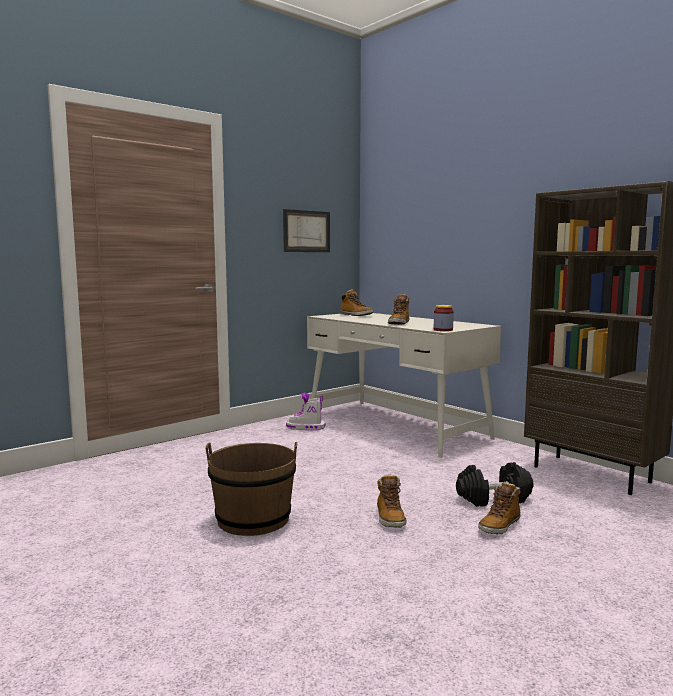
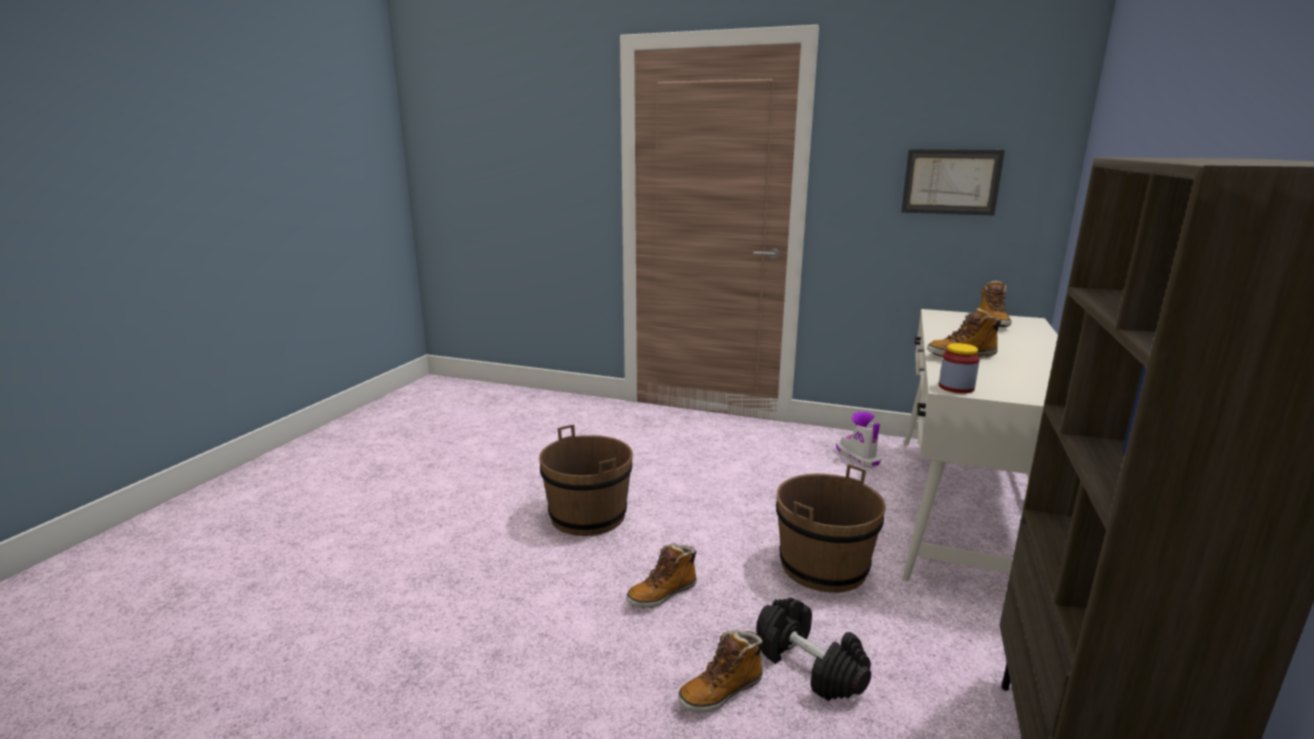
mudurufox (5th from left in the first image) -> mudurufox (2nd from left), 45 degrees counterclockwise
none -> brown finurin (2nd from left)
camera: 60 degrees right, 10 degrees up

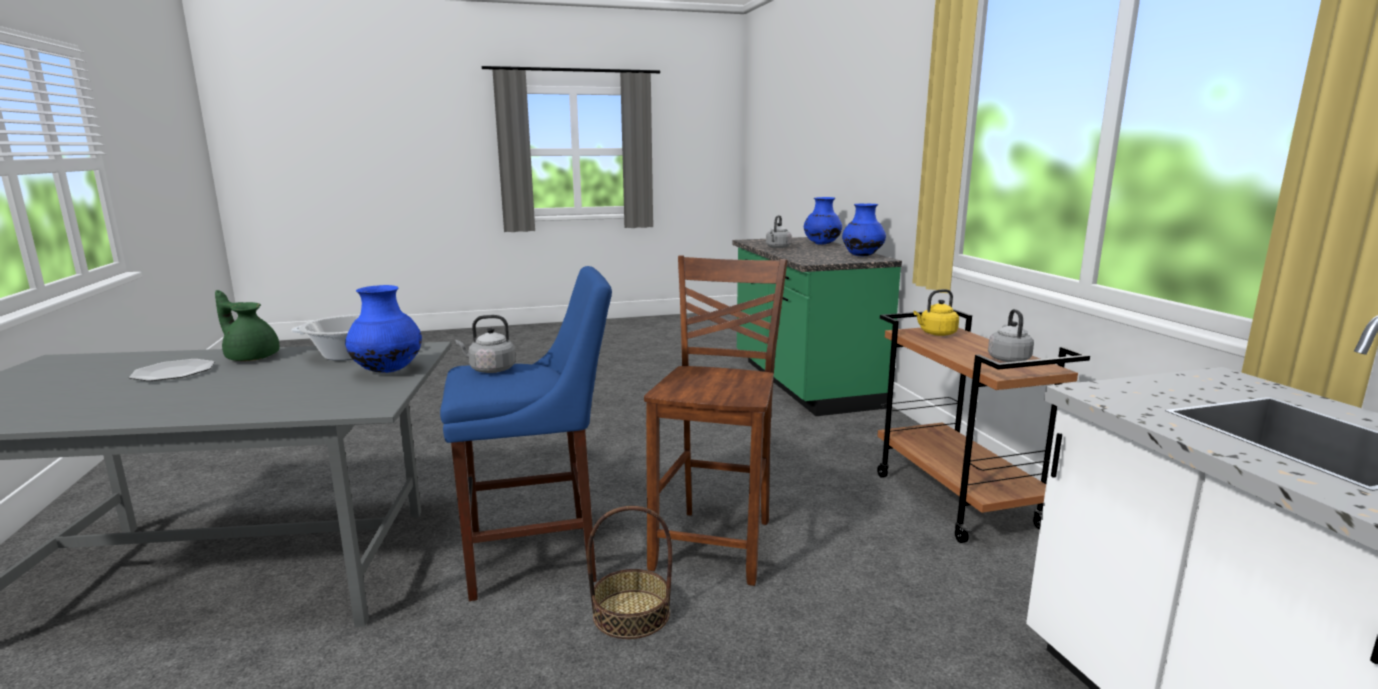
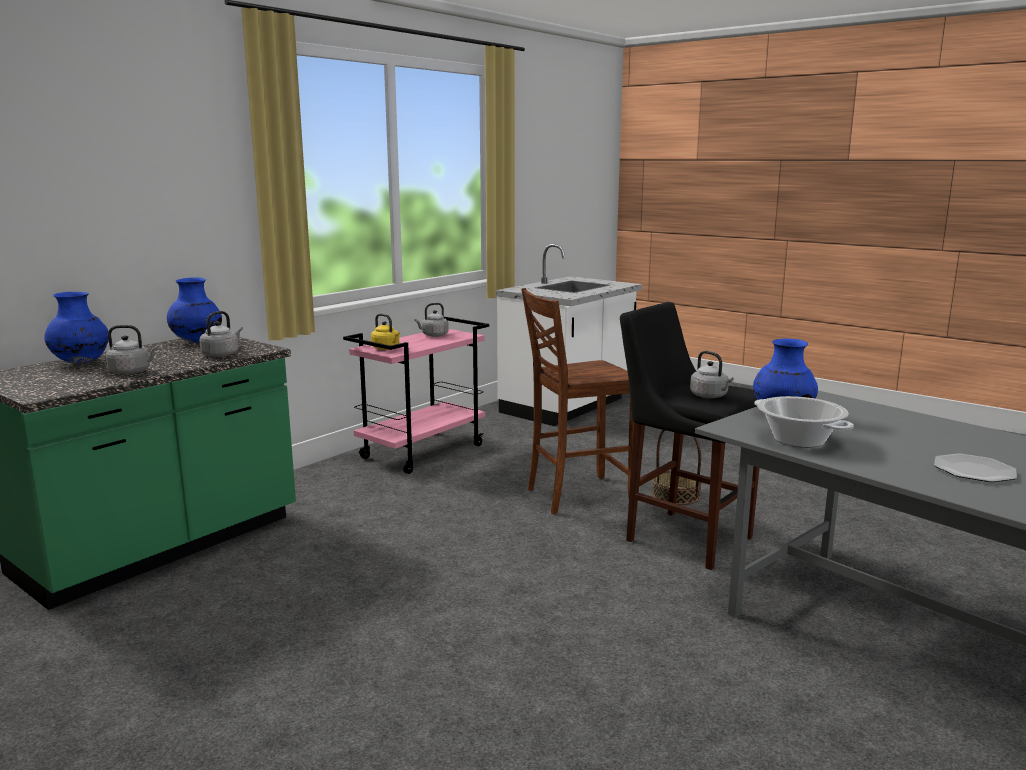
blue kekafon -> black kekafon
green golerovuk -> none
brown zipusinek -> pink zipusinek
none -> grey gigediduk (2nd from left)
camera: 125 degrees left, 0 degrees up

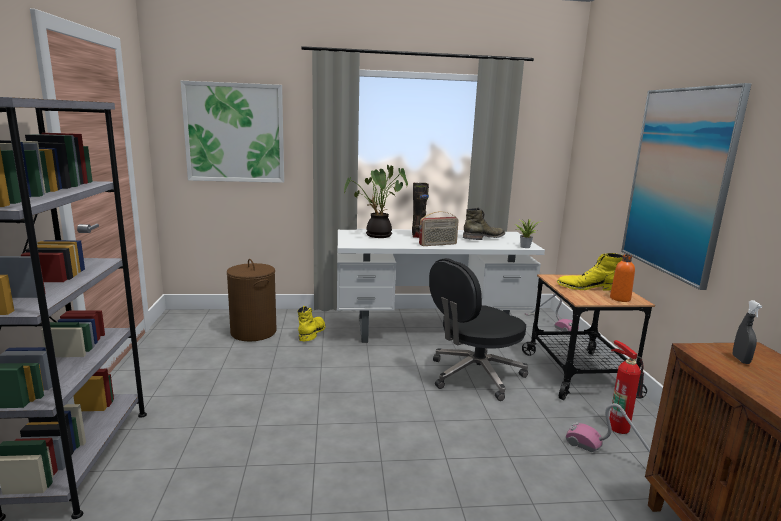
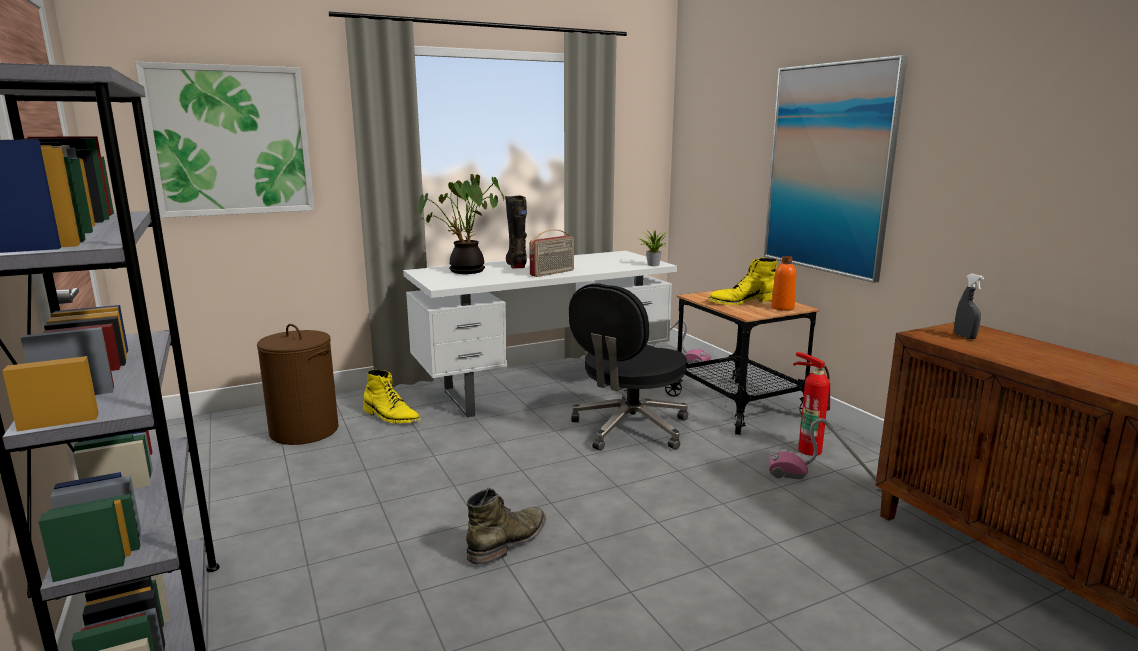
green mudurufox, move
yellow mudurufox (1st from left), 135 degrees clockwise
camera: 20 degrees left, 0 degrees up

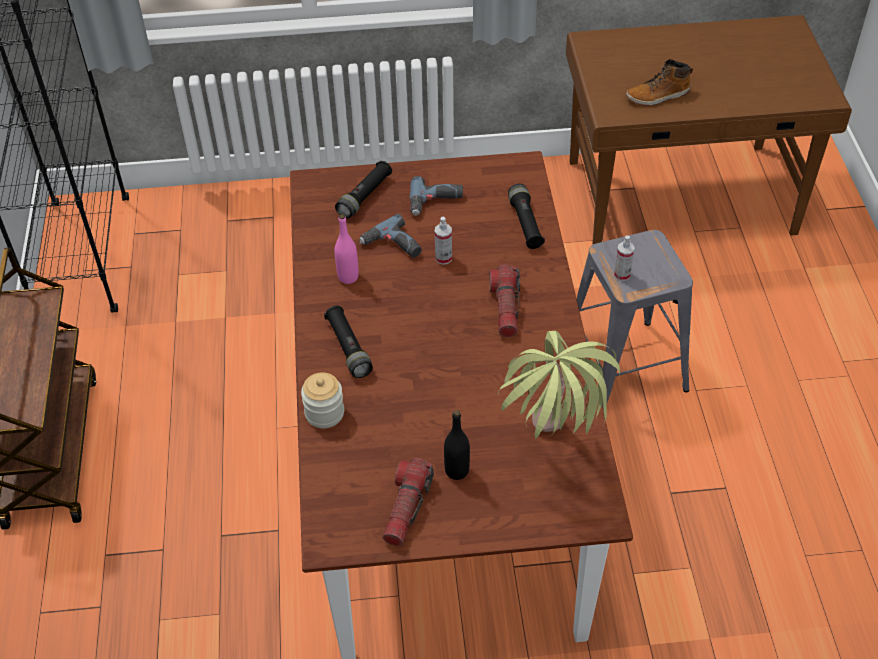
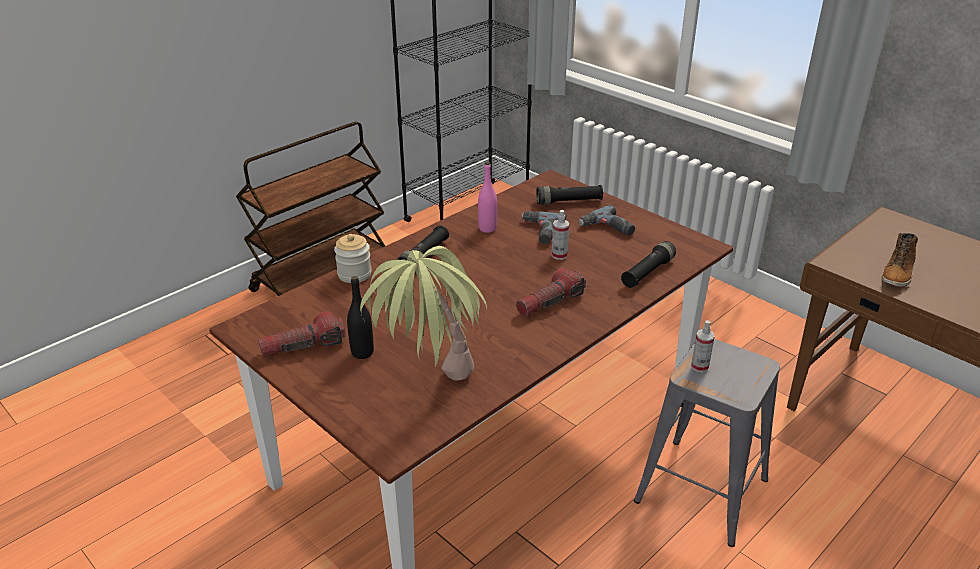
mudurufox, 90 degrees counterclockwise
camera: 50 degrees right, 15 degrees down

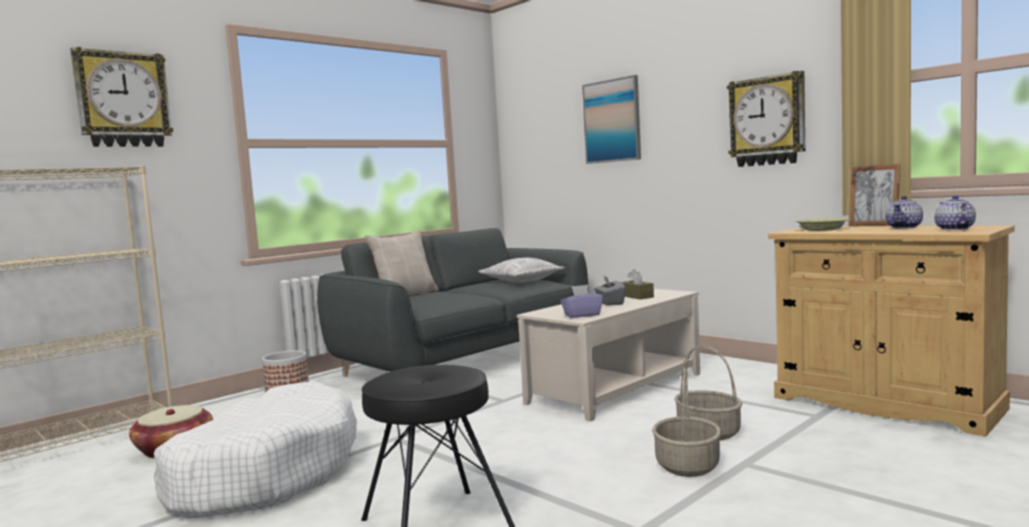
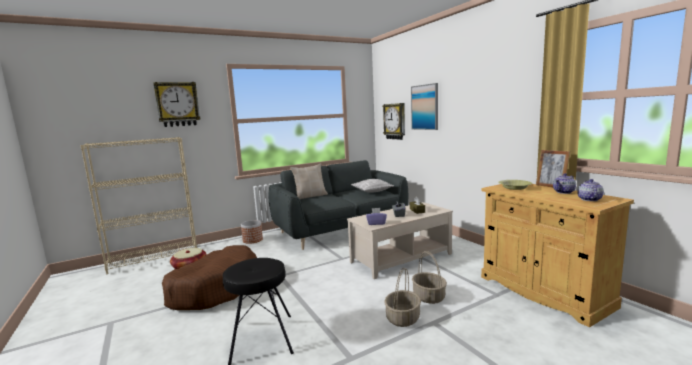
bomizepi (2nd from left), move
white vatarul -> brown vatarul
camera: 15 degrees right, 5 degrees up

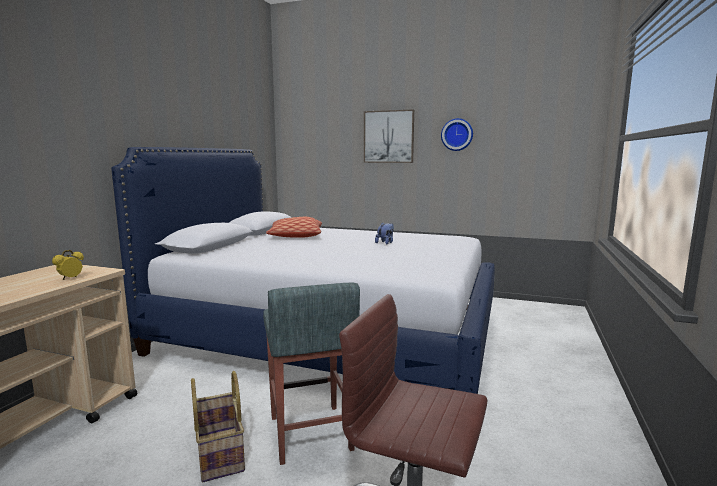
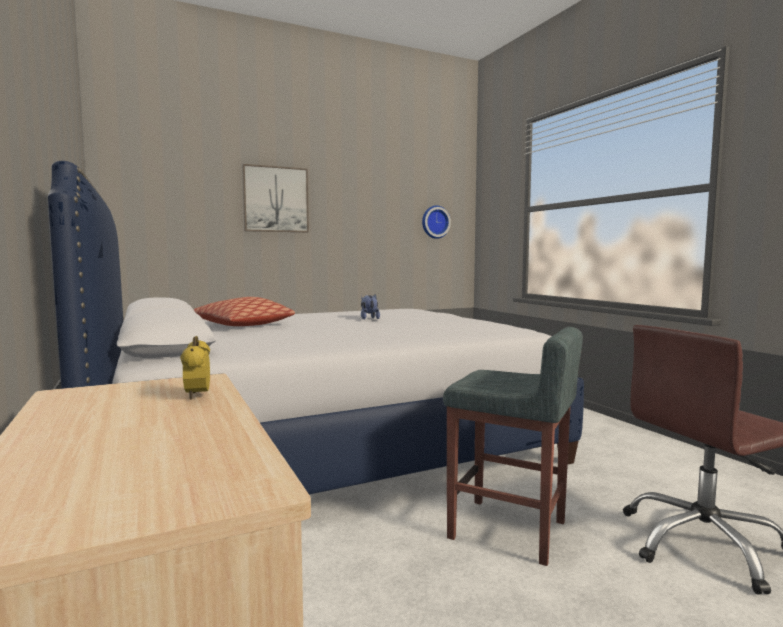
bomizepi, move
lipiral -> none
camera: 45 degrees left, 5 degrees down

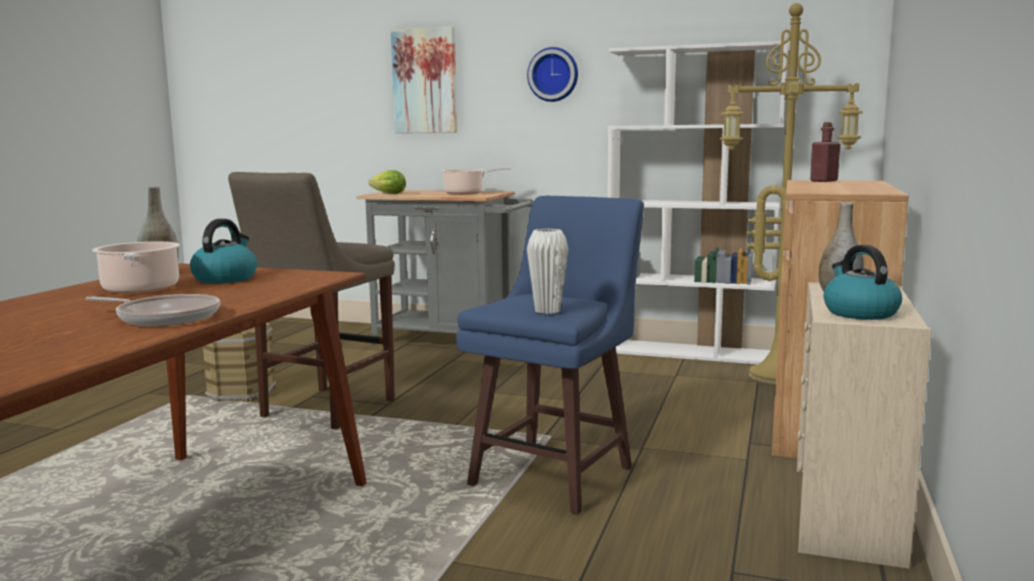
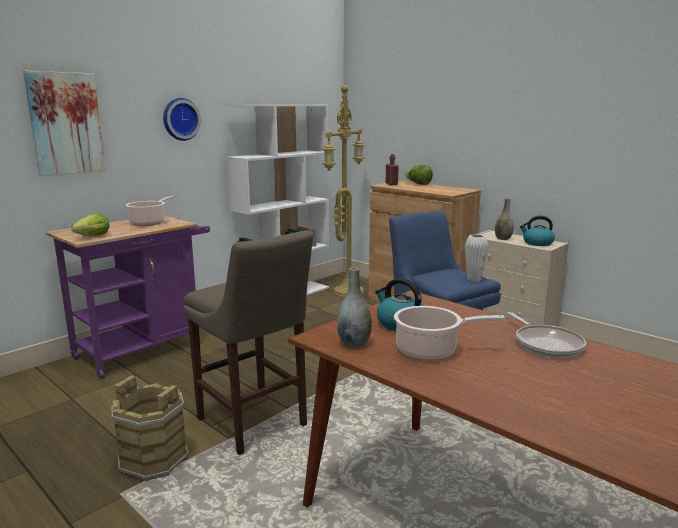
grey zipusinek -> purple zipusinek
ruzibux, 120 degrees clockwise
none -> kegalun (2nd from left)
camera: 65 degrees left, 5 degrees up

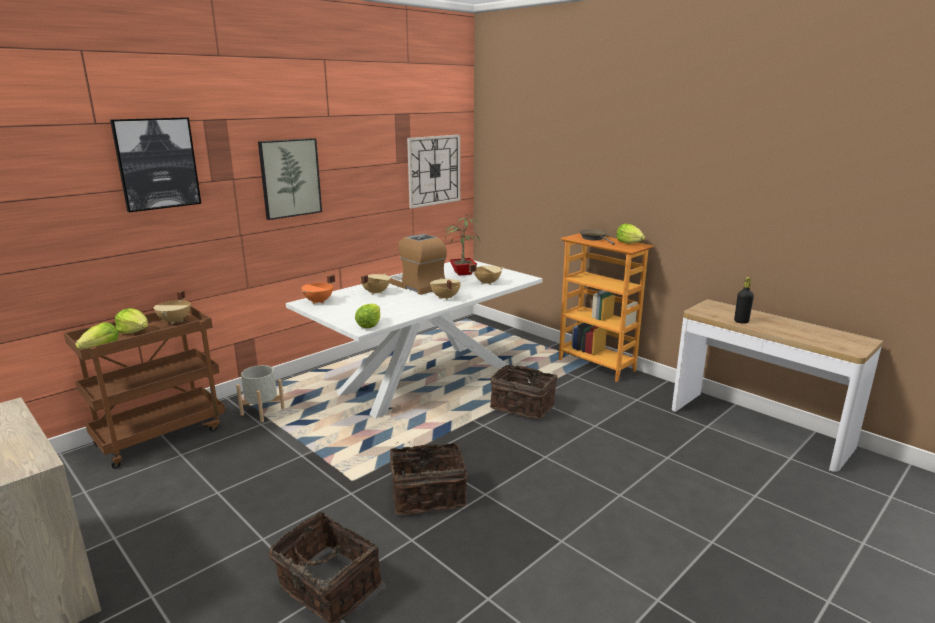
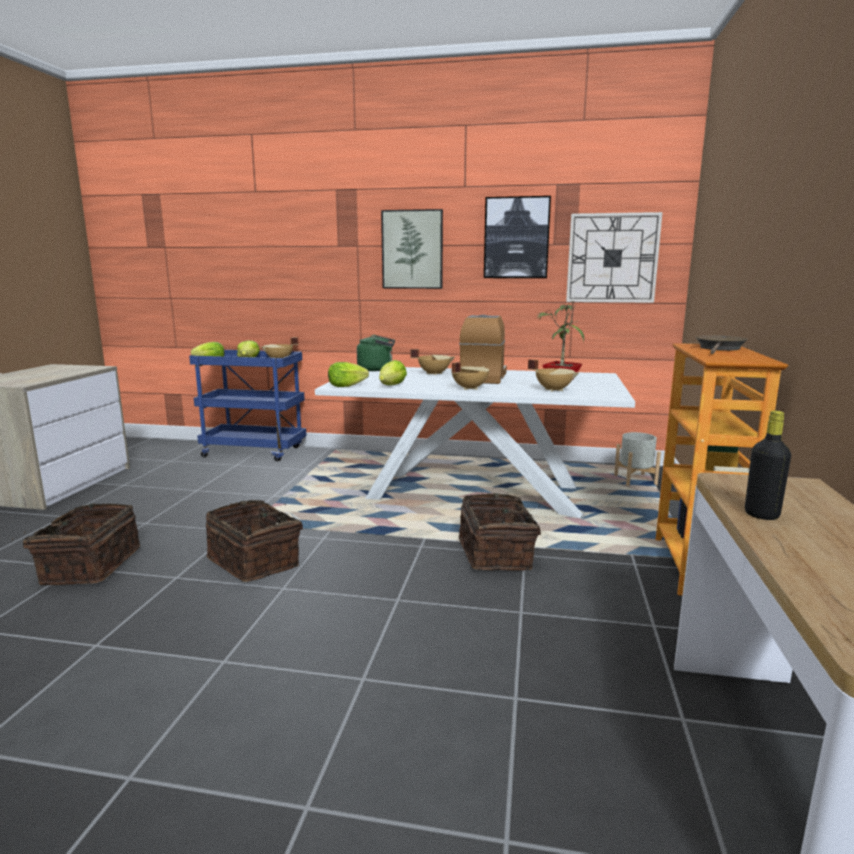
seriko (1st from left in the first image) -> seriko (2nd from left), move
kegalun (4th from left), move
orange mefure -> green gigediduk
brown zipusinek -> blue zipusinek
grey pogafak, move
camera: 55 degrees right, 5 degrees down

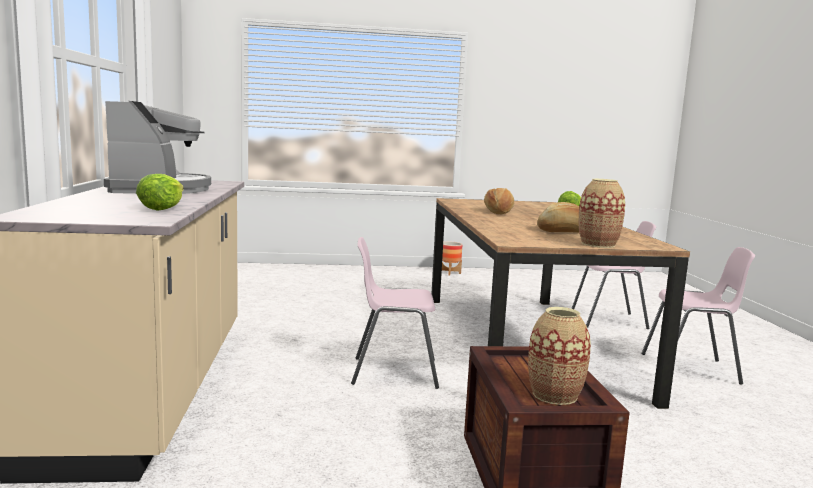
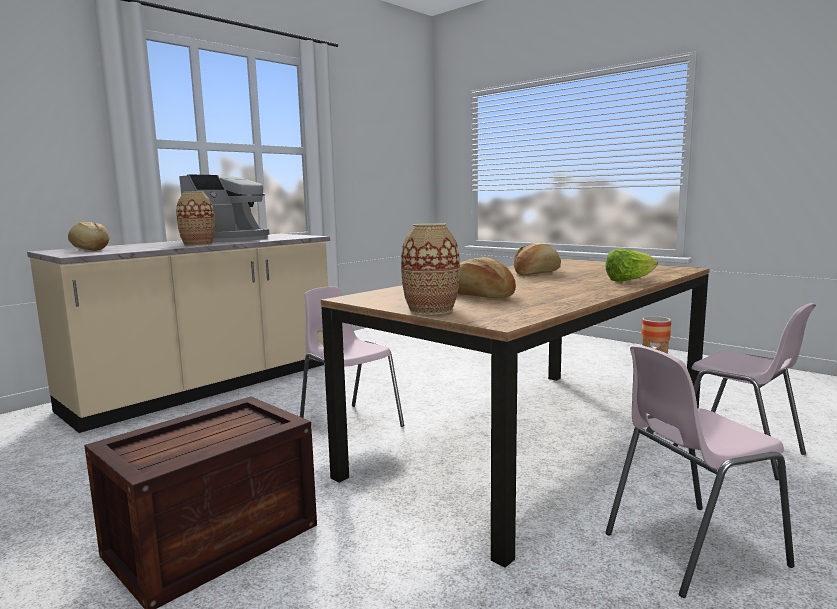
kegalun (1st from left) -> none
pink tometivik (3rd from left in the first image) -> pink tometivik (2nd from left), 105 degrees clockwise
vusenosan (1st from left), move
none -> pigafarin (1st from left)
camera: 50 degrees right, 0 degrees up

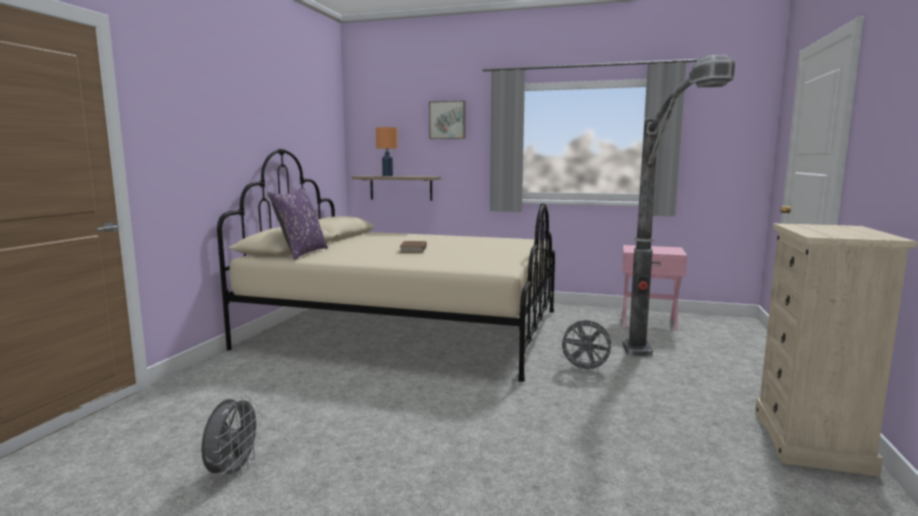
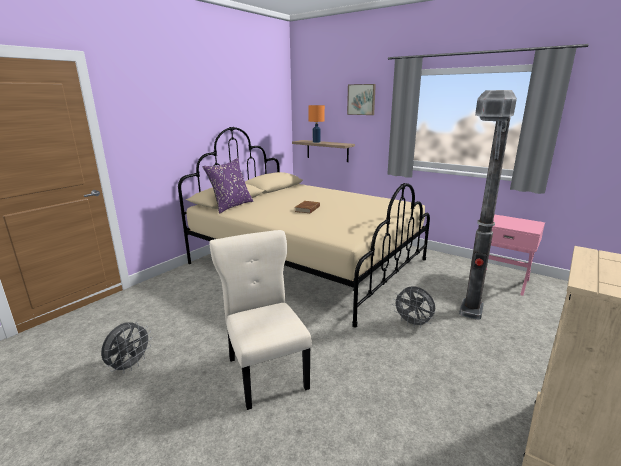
none -> beige tometivik
camera: 20 degrees right, 10 degrees up

